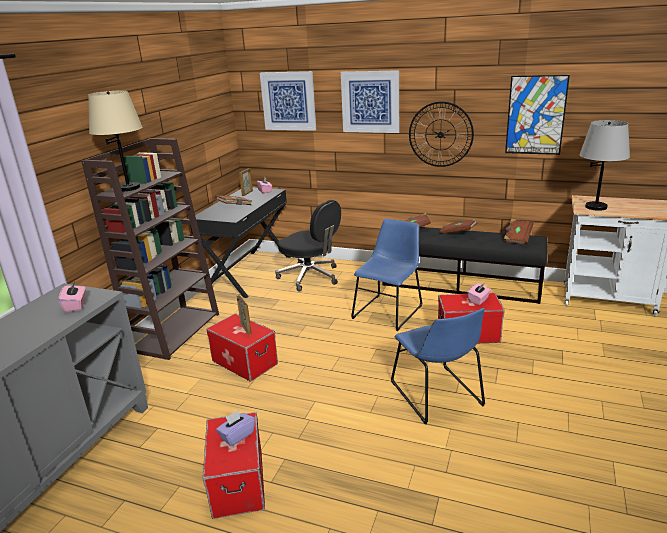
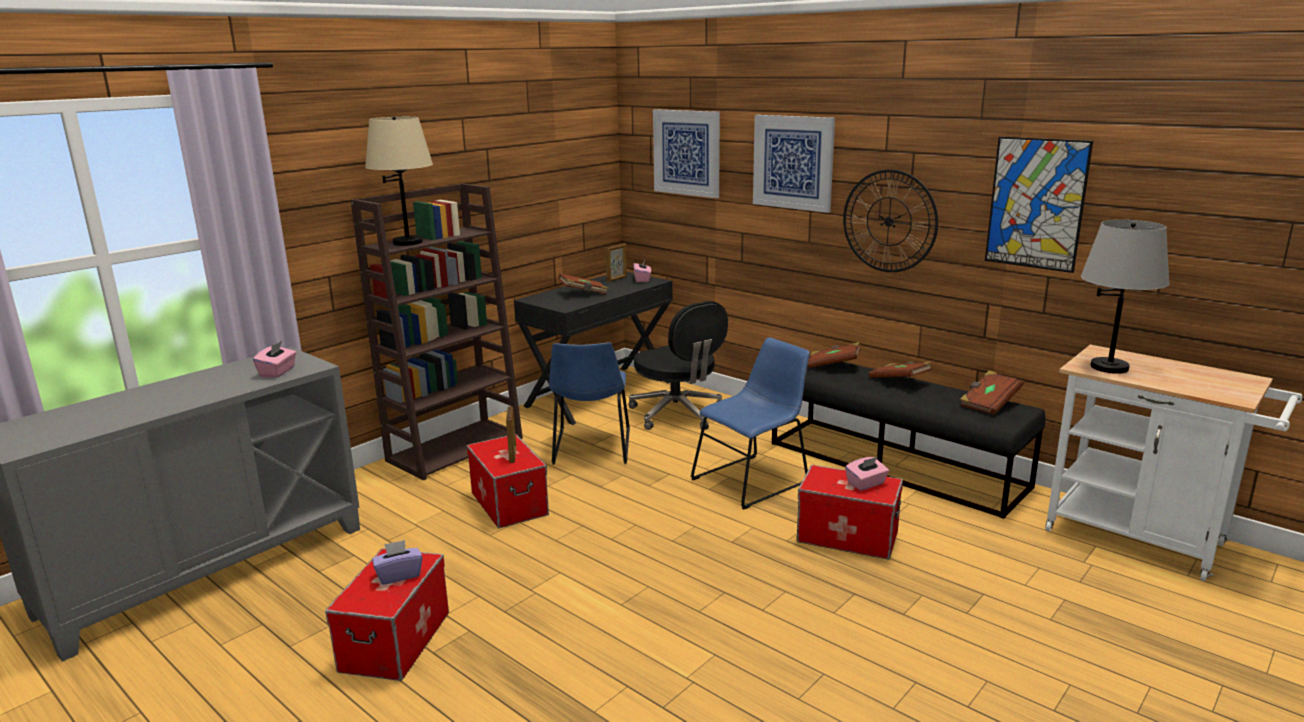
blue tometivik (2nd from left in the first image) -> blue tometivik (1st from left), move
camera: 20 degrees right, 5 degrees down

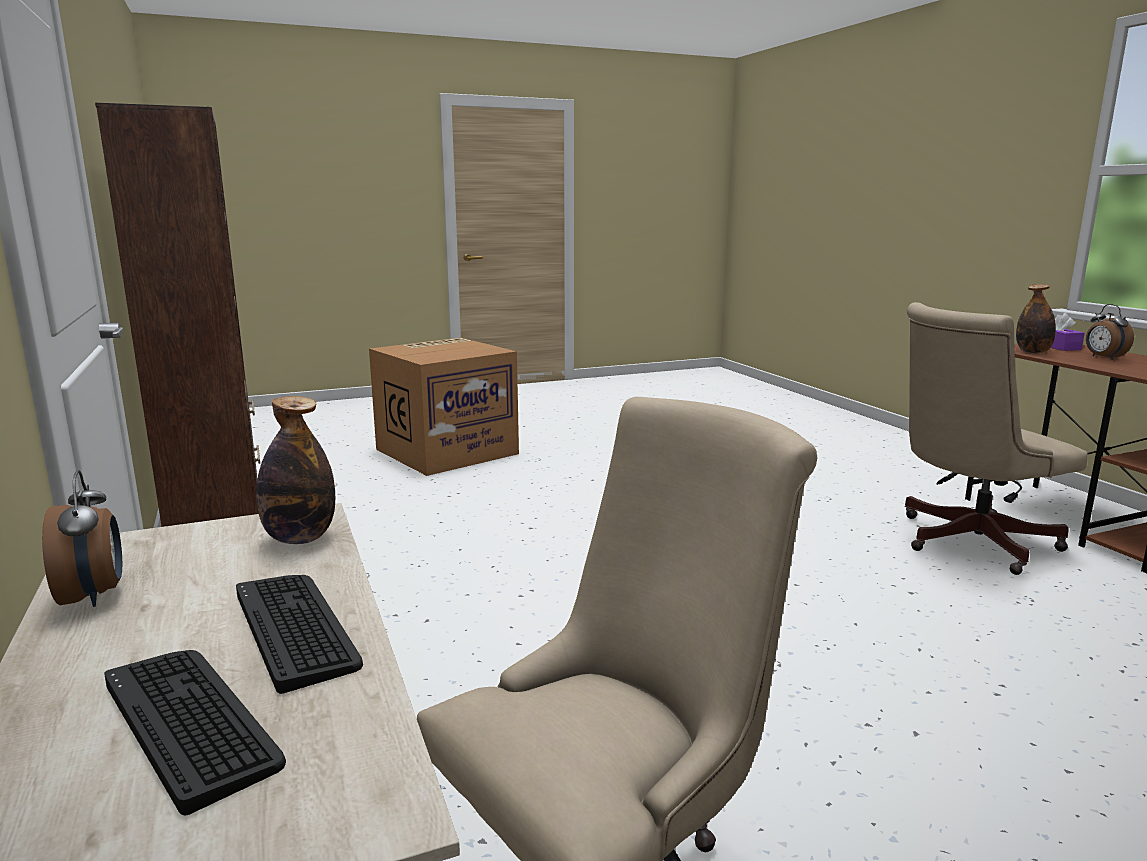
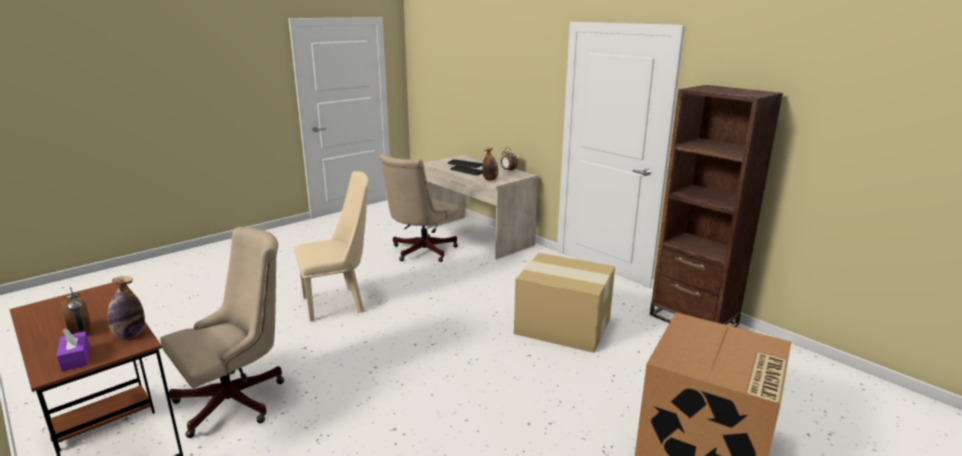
none -> beige tometivik
none -> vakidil (1st from left)
camera: 160 degrees right, 5 degrees up

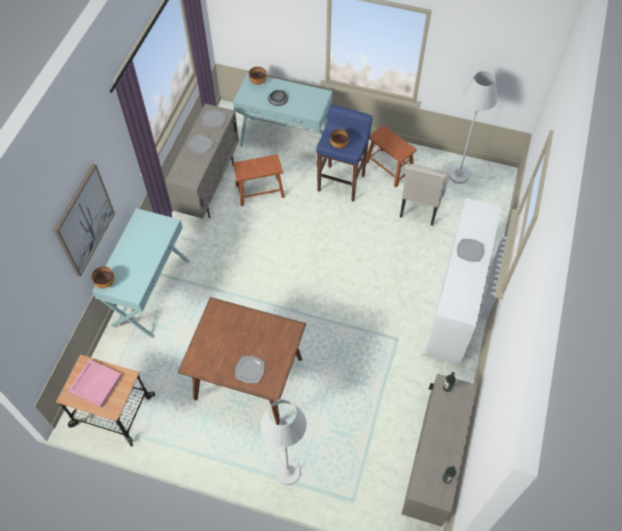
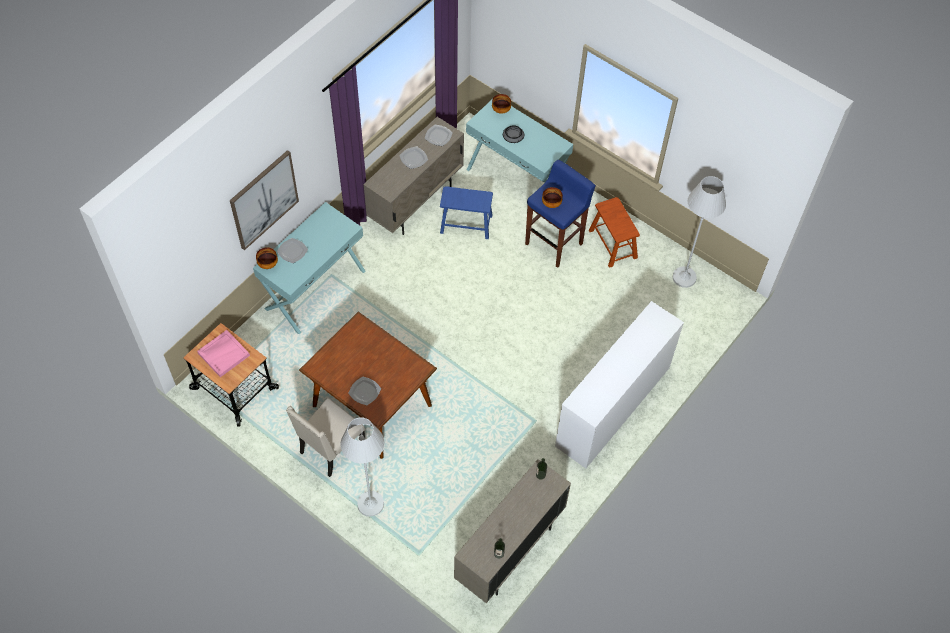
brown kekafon (1st from left) -> blue kekafon (1st from left)
beige tometivik, move
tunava (4th from left in the first image) -> tunava (1st from left), move
camera: 20 degrees right, 0 degrees up

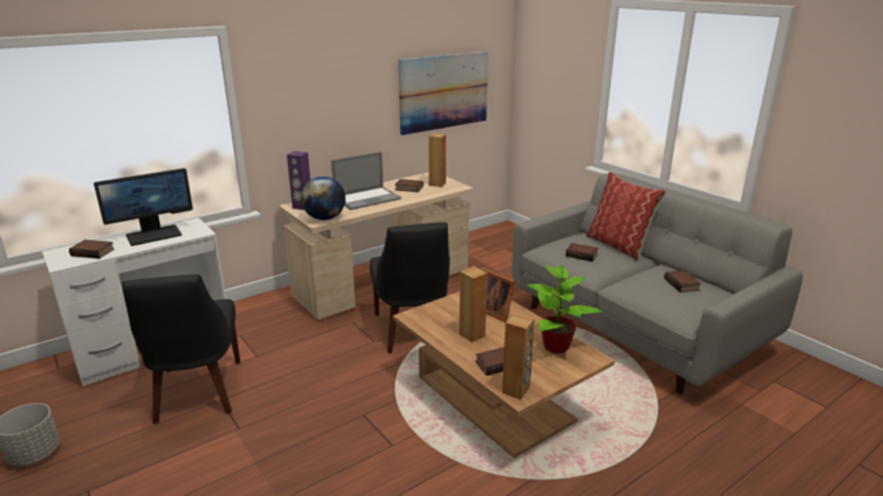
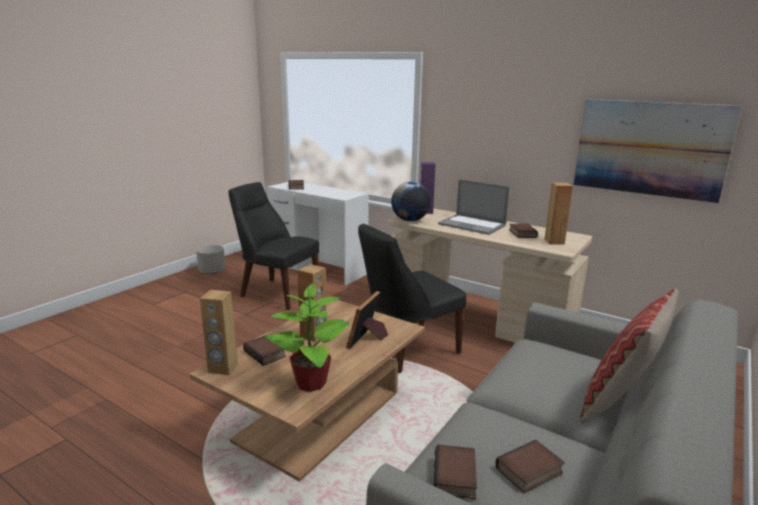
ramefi -> none
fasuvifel (4th from left in the first image) -> fasuvifel (3rd from left), move
black tometivik (1st from left), 60 degrees clockwise
camera: 70 degrees right, 5 degrees down

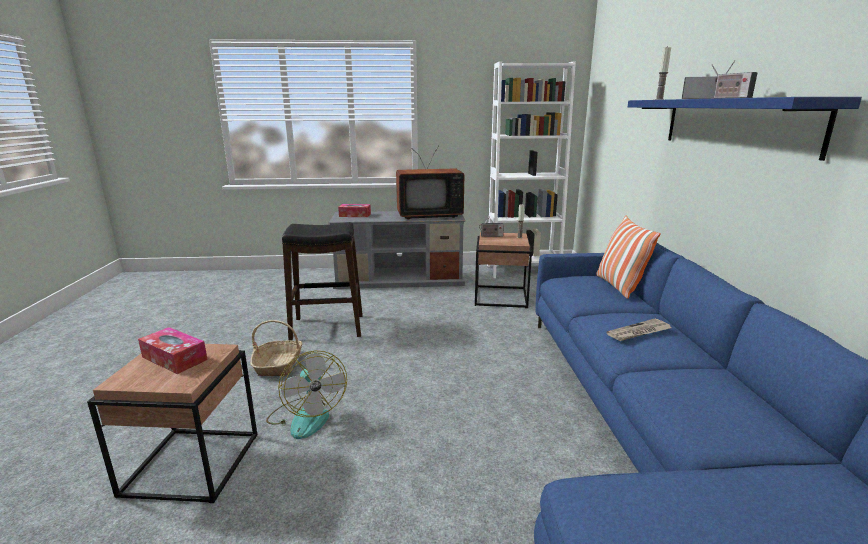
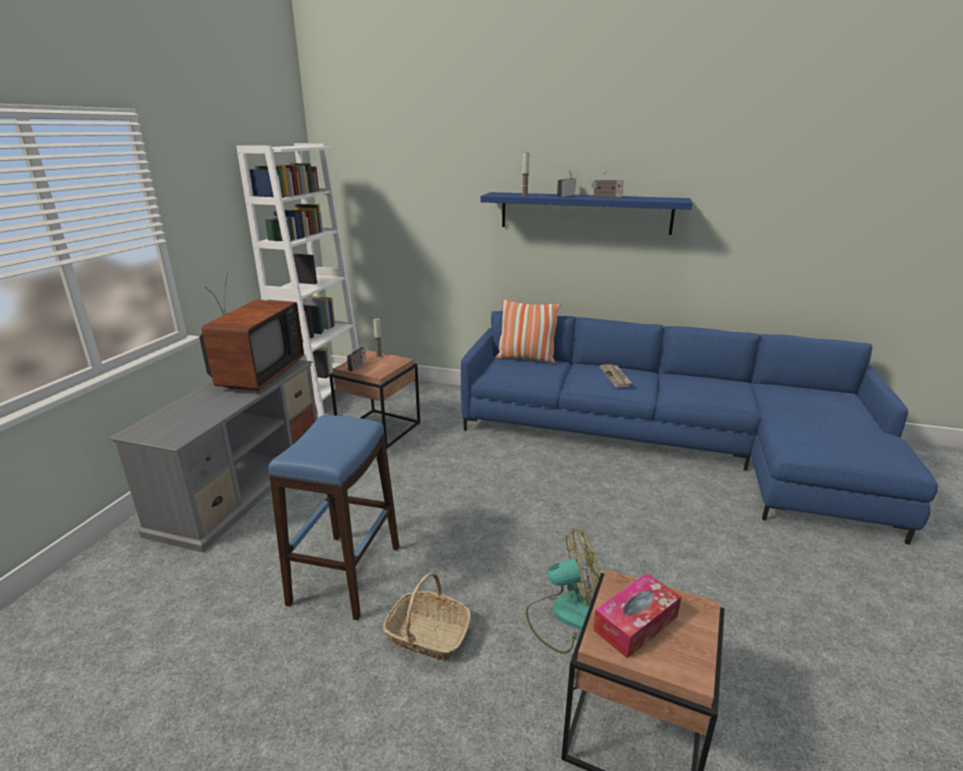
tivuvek (2nd from left) -> none
black kekafon -> blue kekafon
camera: 70 degrees left, 5 degrees up

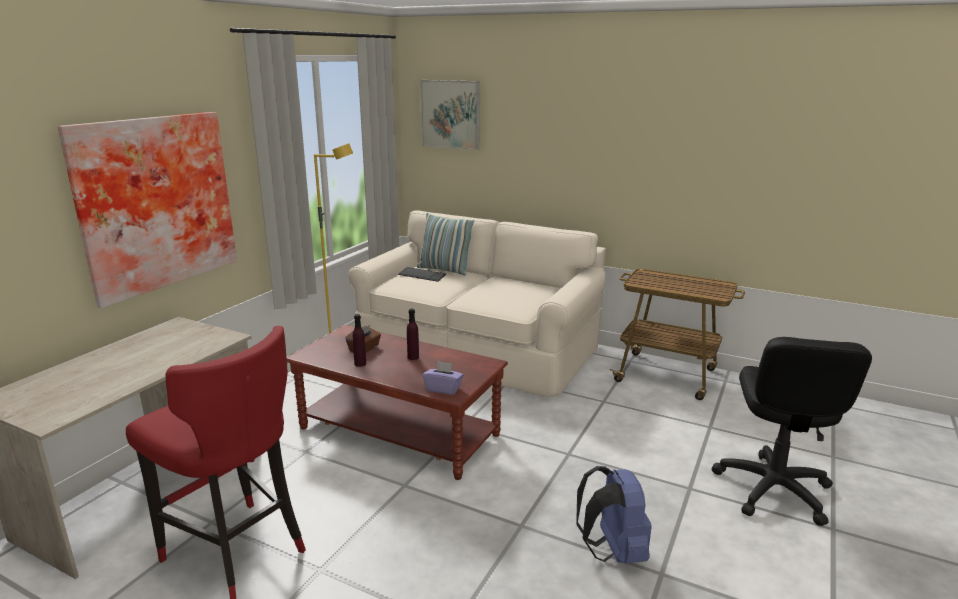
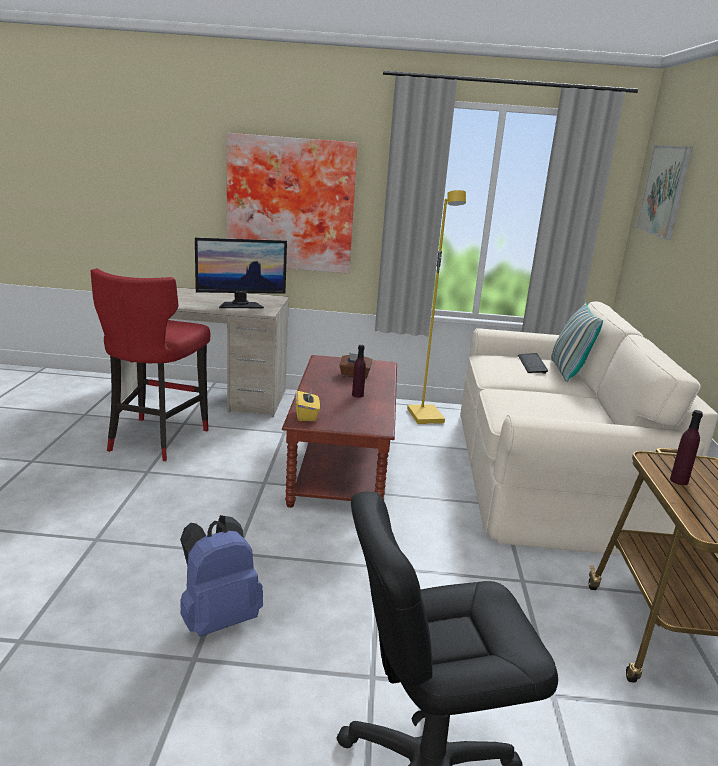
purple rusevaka (1st from left in the first image) -> purple rusevaka (2nd from left), move
purple tivuvek -> yellow tivuvek
none -> ramefi
camera: 65 degrees right, 0 degrees up

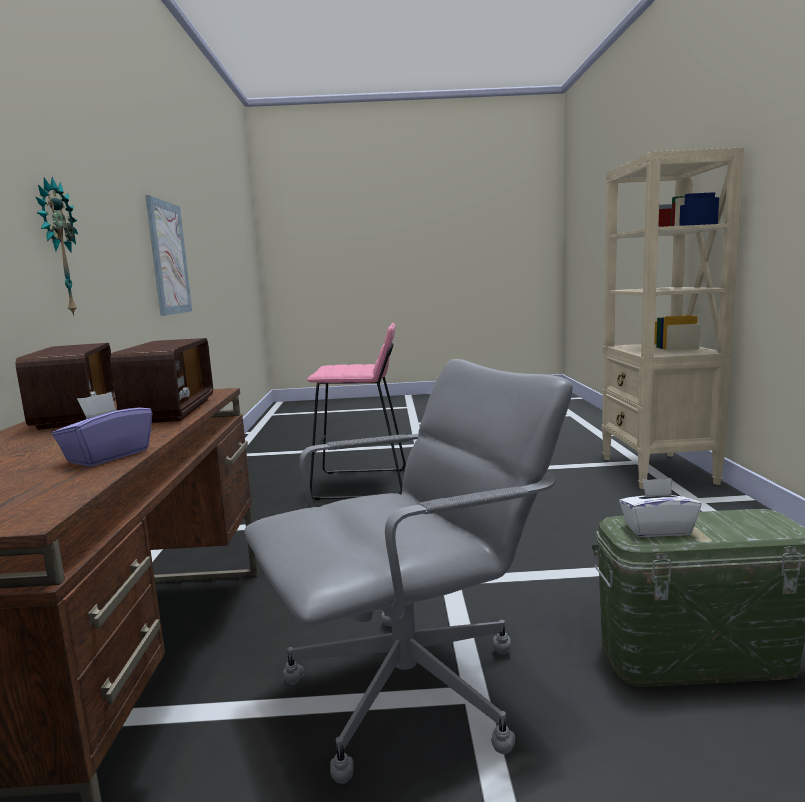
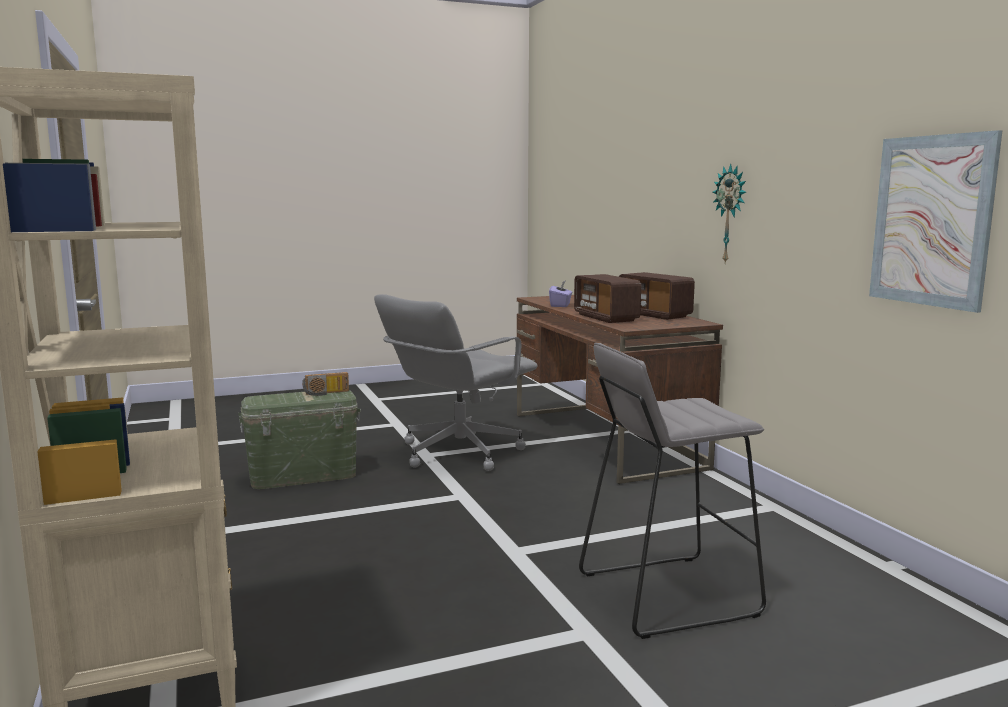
pink kekafon -> grey kekafon
white tivuvek -> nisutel (1st from left)
camera: 160 degrees right, 0 degrees up

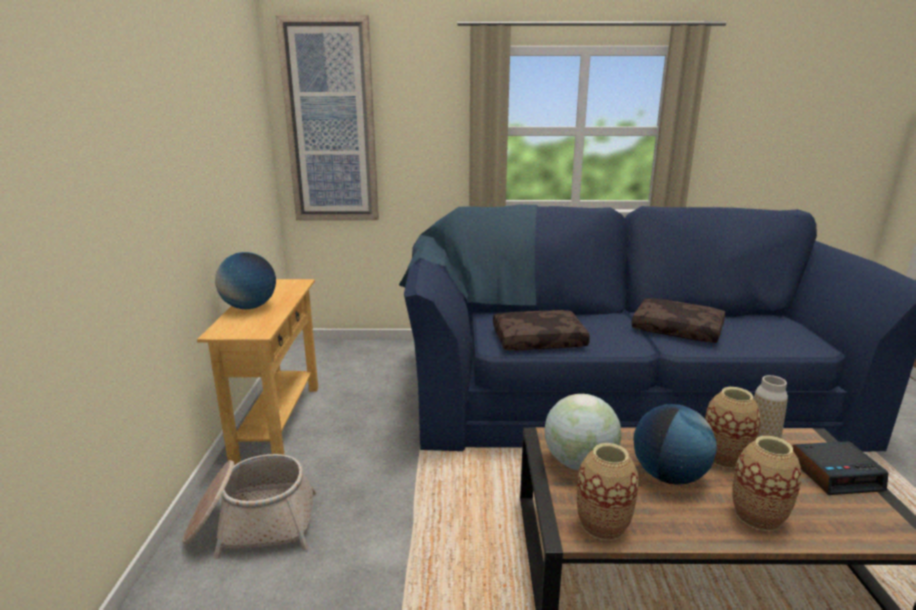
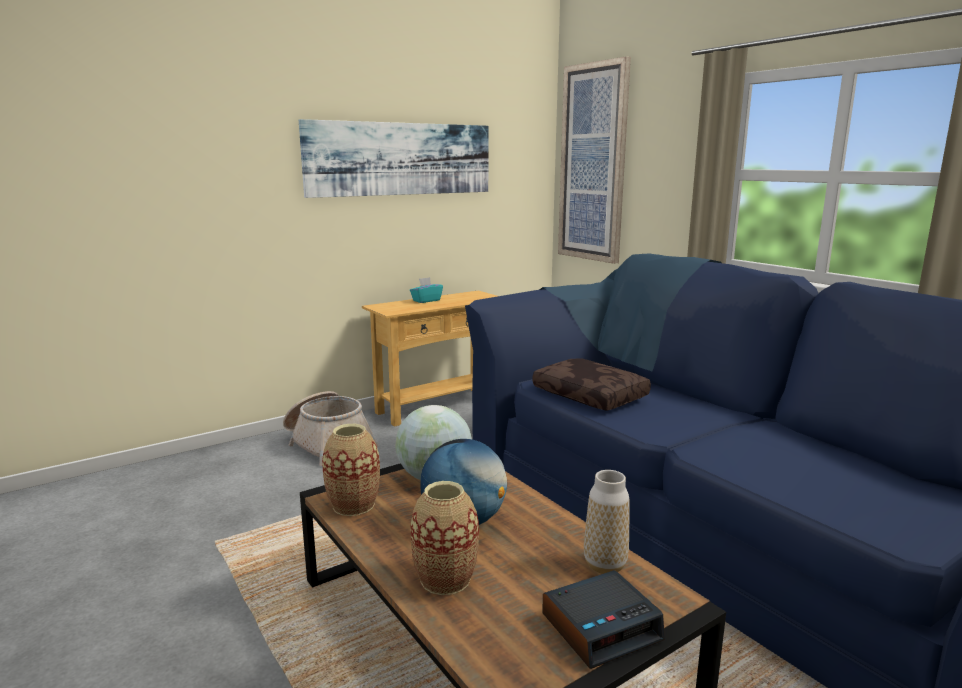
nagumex (1st from left) -> turquoise tivuvek
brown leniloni (2nd from left) -> none
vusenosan (2nd from left) -> none
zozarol, 75 degrees counterclockwise
none -> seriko (1st from left)
camera: 55 degrees right, 5 degrees down

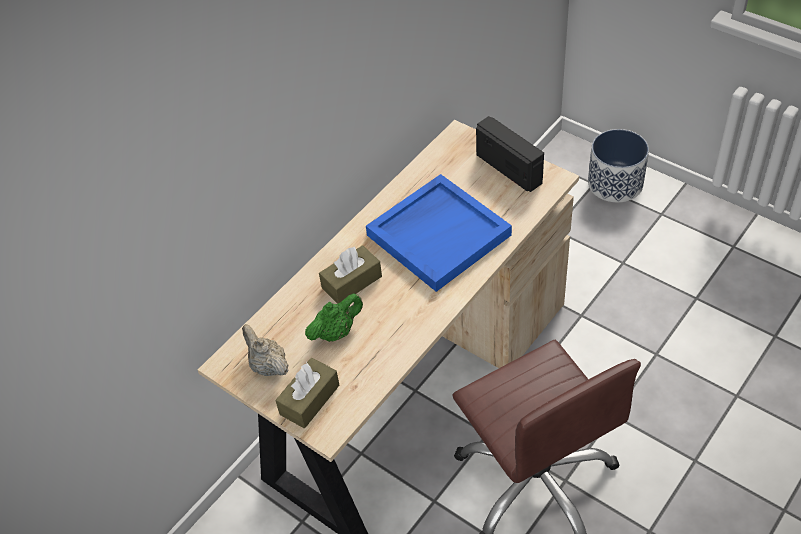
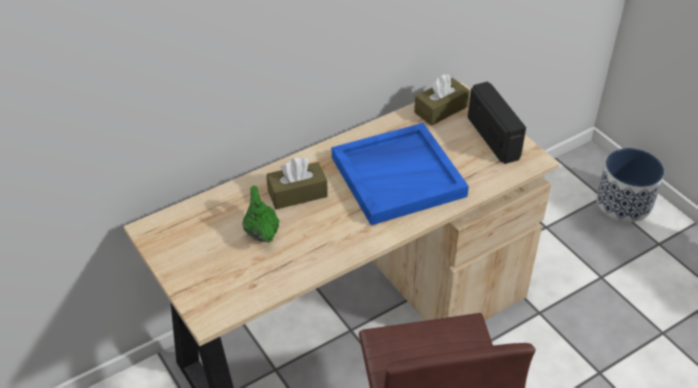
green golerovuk, 90 degrees counterclockwise
beige golerovuk -> none
brown tivuvek (1st from left in the first image) -> brown tivuvek (2nd from left), move
camera: 15 degrees right, 5 degrees down

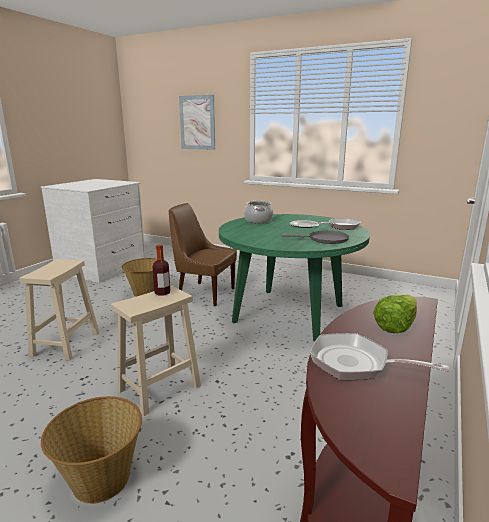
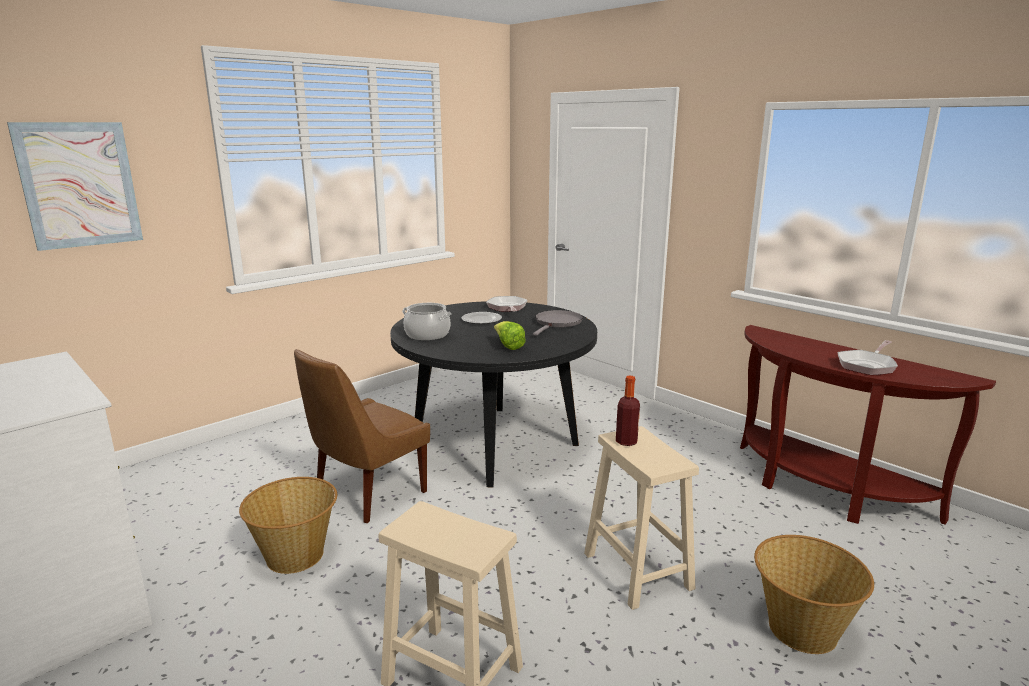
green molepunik -> black molepunik
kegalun, move
camera: 70 degrees left, 0 degrees up

